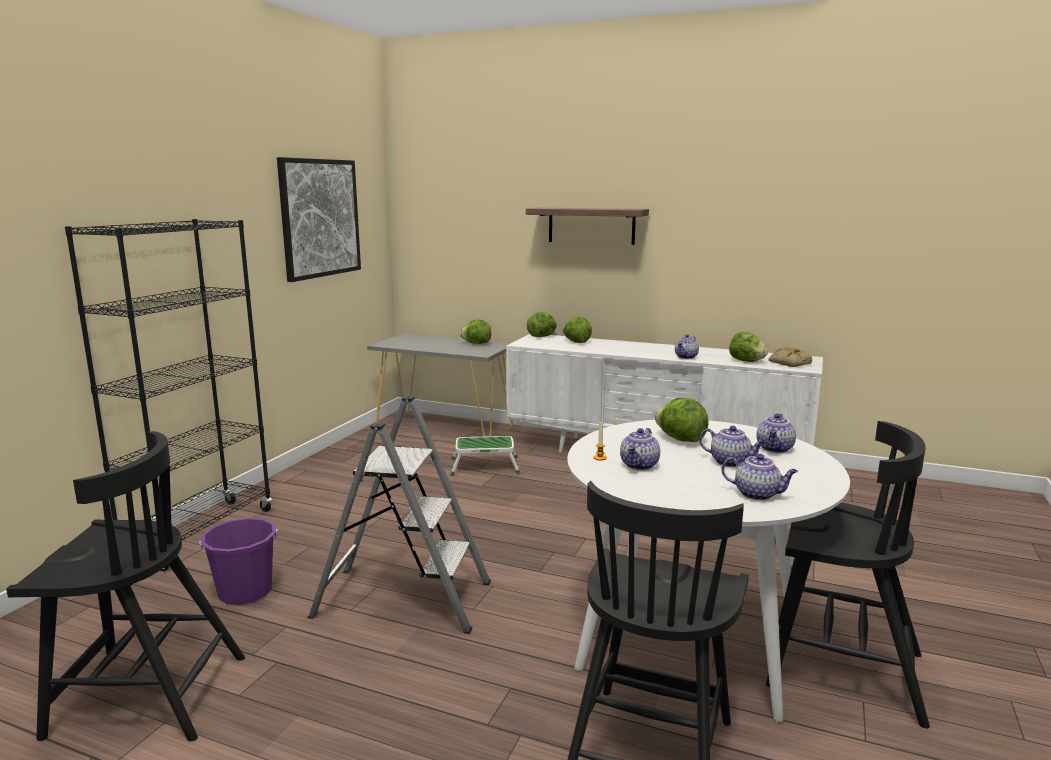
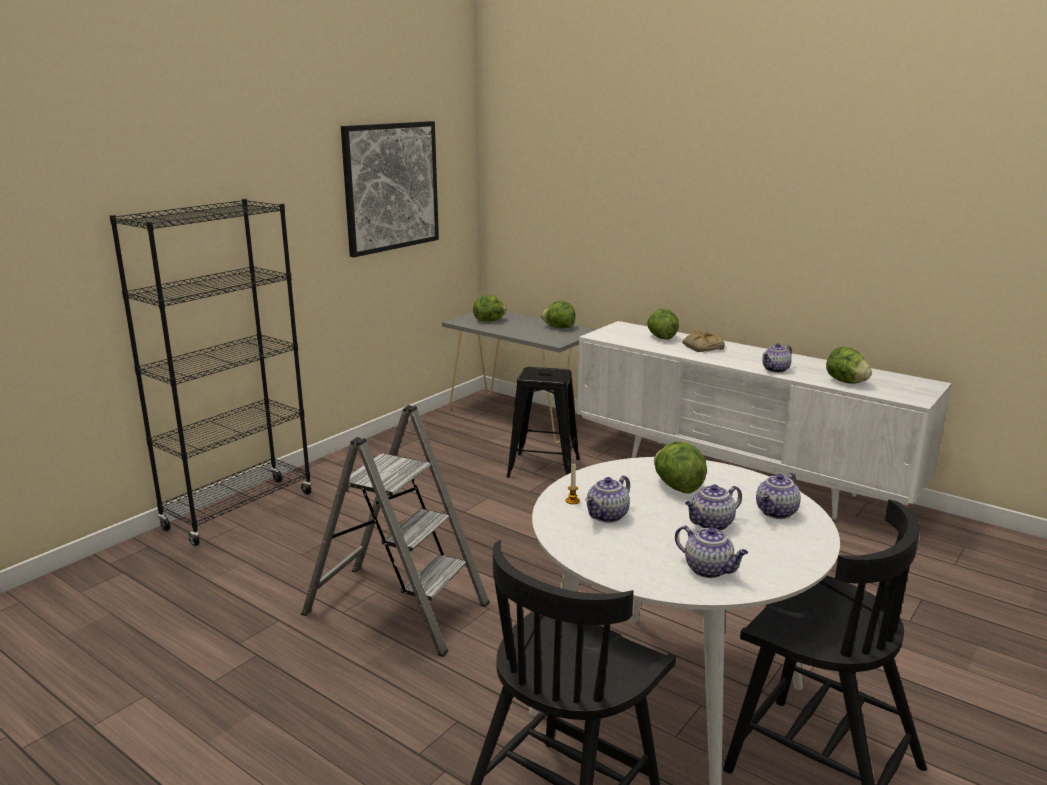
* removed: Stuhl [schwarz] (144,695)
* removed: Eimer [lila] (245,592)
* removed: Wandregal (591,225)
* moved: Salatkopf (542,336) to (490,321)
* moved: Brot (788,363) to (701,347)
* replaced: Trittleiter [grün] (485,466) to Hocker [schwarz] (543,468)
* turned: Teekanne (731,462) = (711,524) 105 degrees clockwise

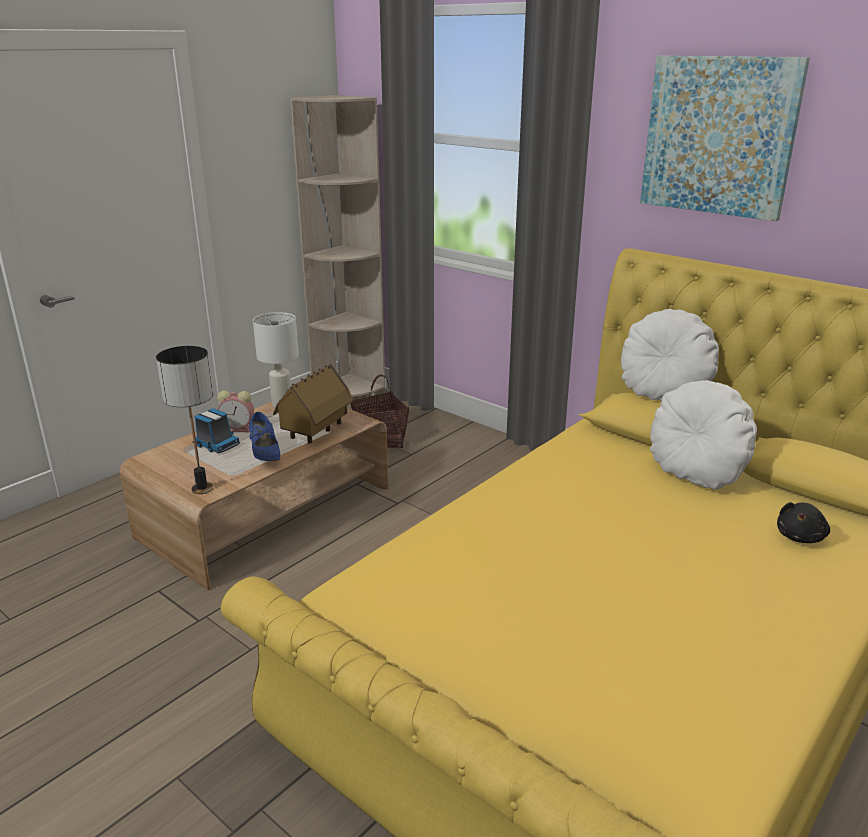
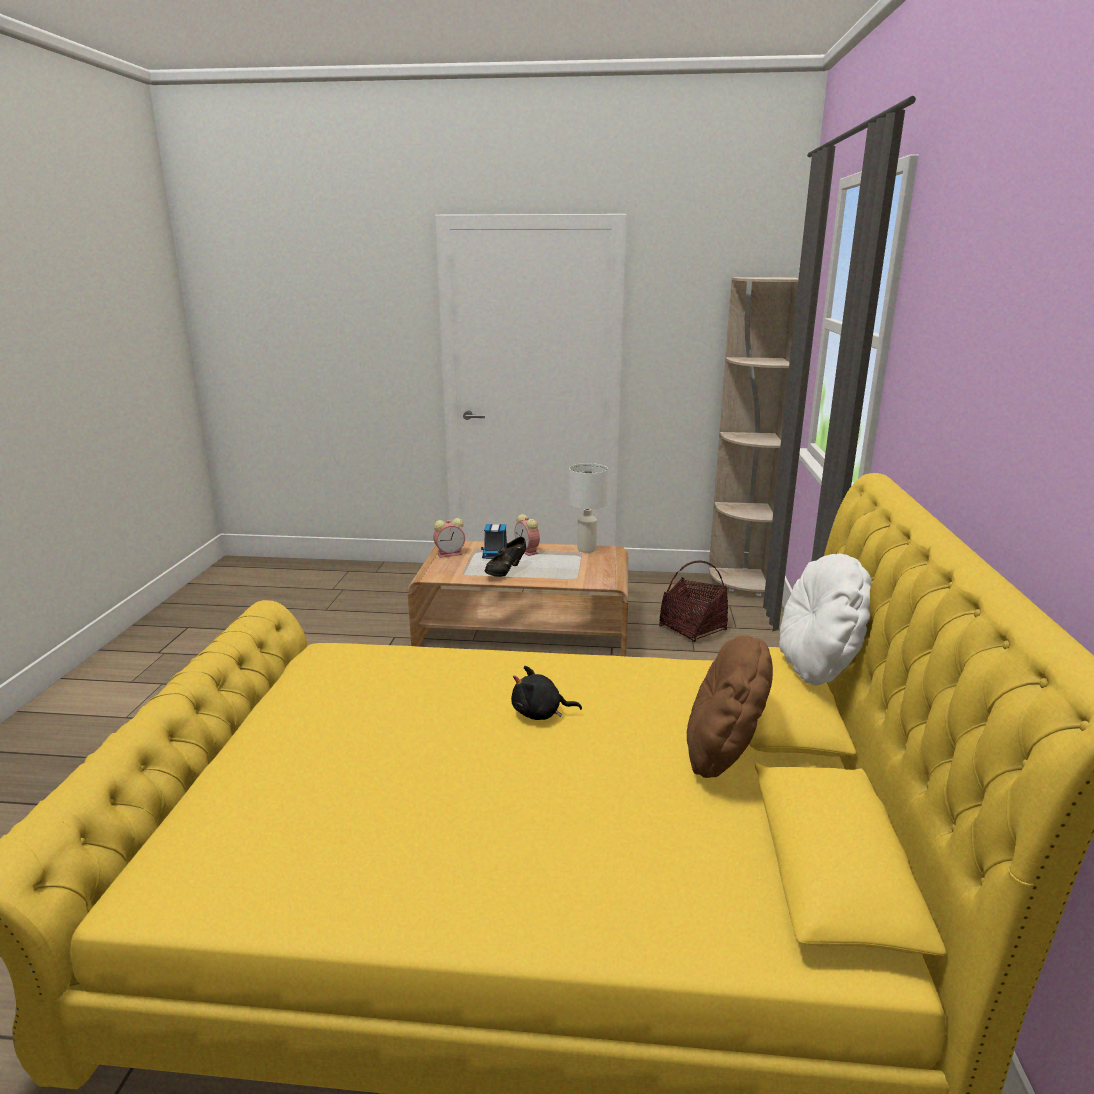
* removed: Tischlampe (201,489)
* removed: Spielzeughaus (315,432)
* removed: Bild (719,136)
* added: Wecker (450,554)
* moved: Plüschtier [schwarz] (800,537) to (540,713)
* recoloured: Schuh [blau] (265,454) to Schuh [schwarz] (505,572)
* recoloured: Kissen [weiß] (695,476) to Kissen [braun] (722,758)

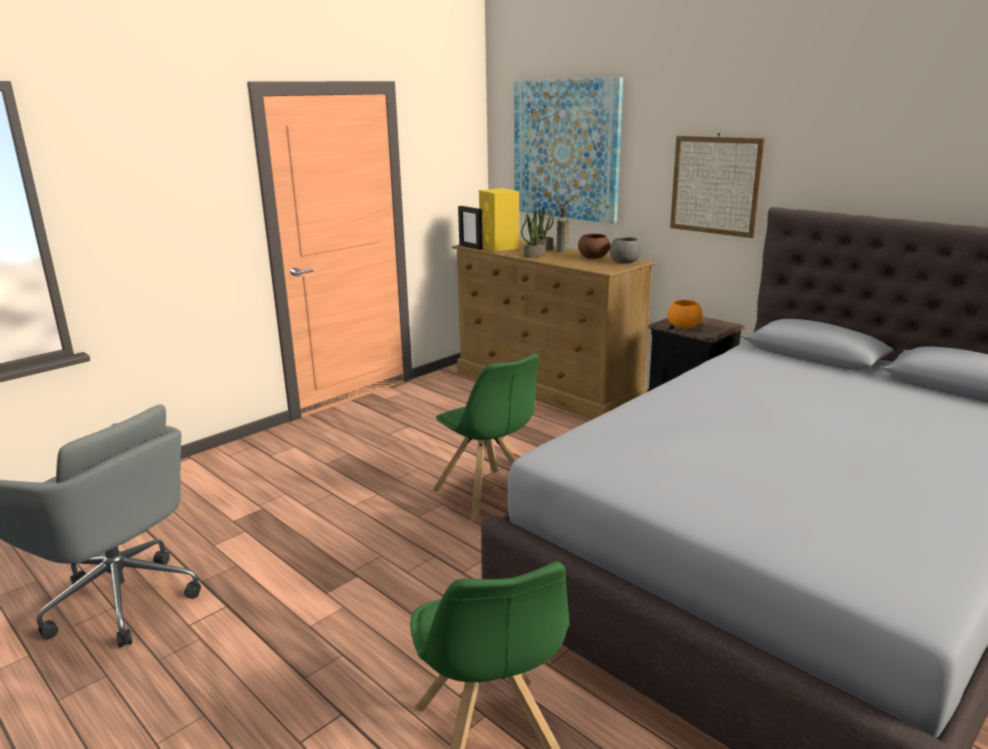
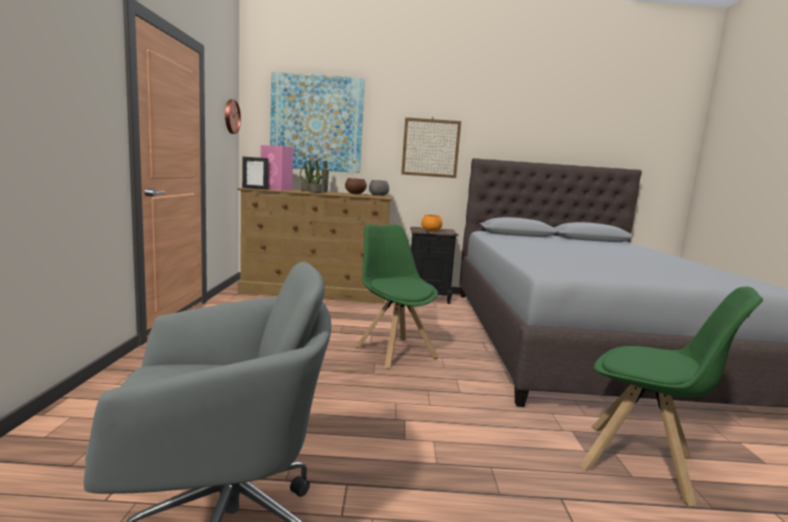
* added: Wanduhr (231,116)
* recoloured: Lautsprecher [gelb] (500,247) to Lautsprecher [rosa] (277,189)
* turned: Stuhl [grün] (488,496) = (393,350) 135 degrees counterclockwise

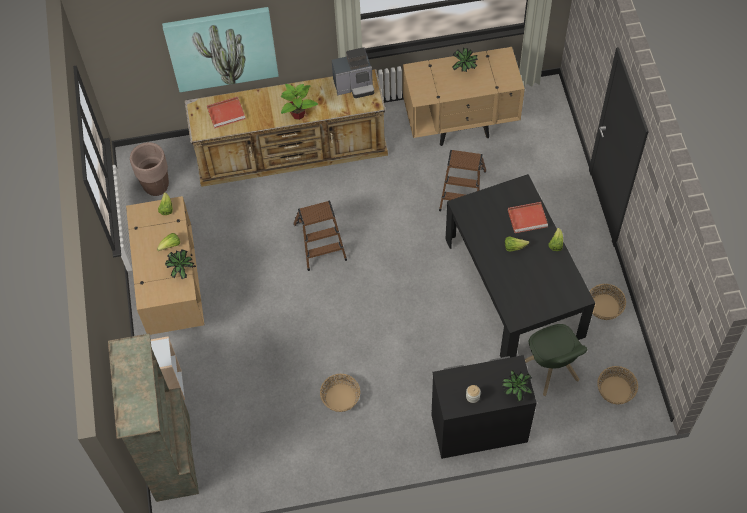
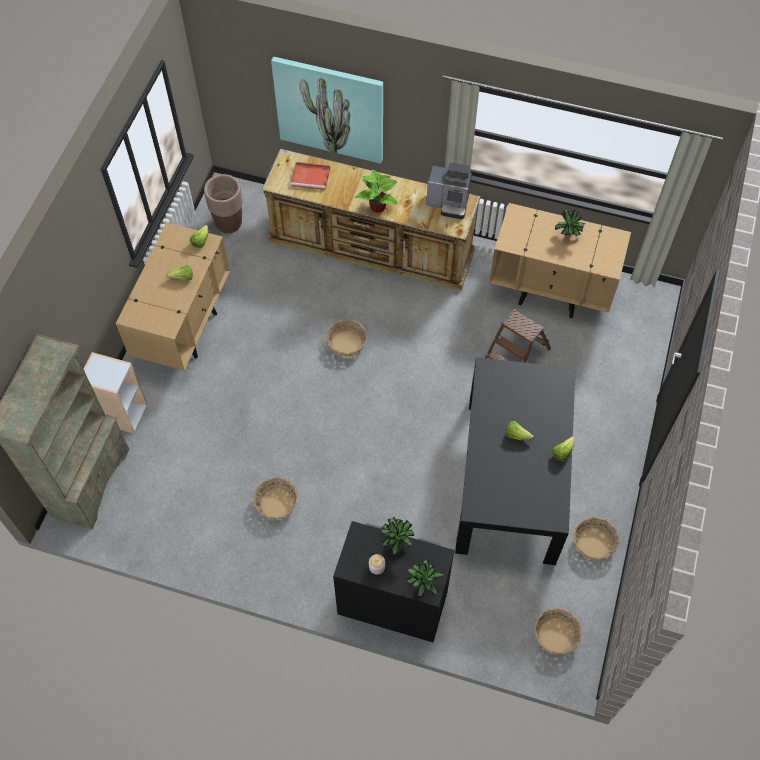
* removed: Tablett [rot] (528,218)
* removed: Stuhl [grün] (551,370)
* moved: Topfpflanze (181,271) to (396,541)
* replaced: Trittleiter [braun] (320,241) to Korb (347,343)

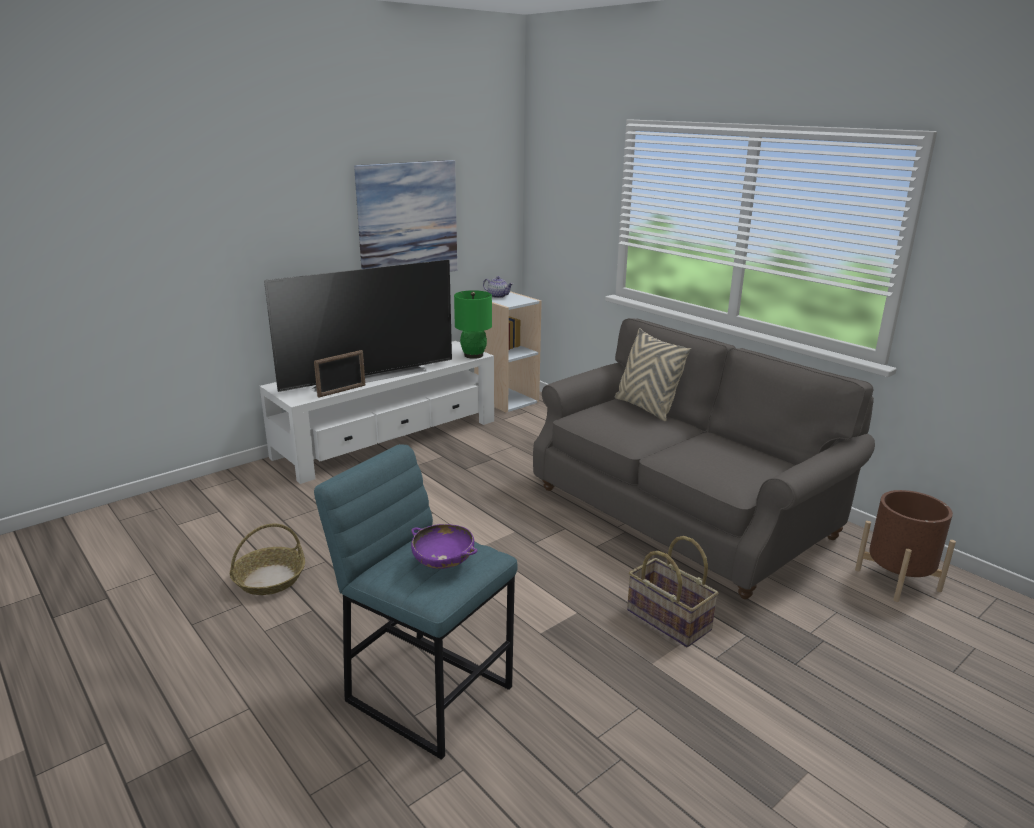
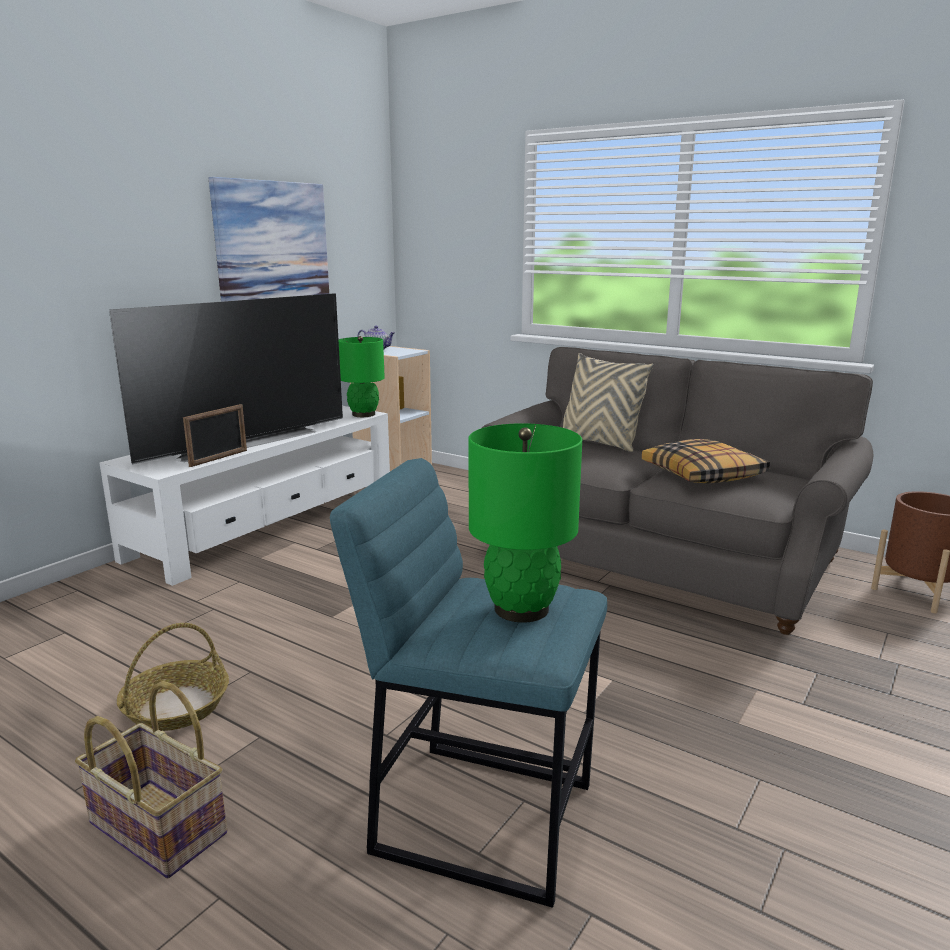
* added: Kissen (703,475)
* moved: Korb (667,620) to (155,829)
* replaced: Schüssel [lila] (443,562) to Tischlampe [grün] (522,609)

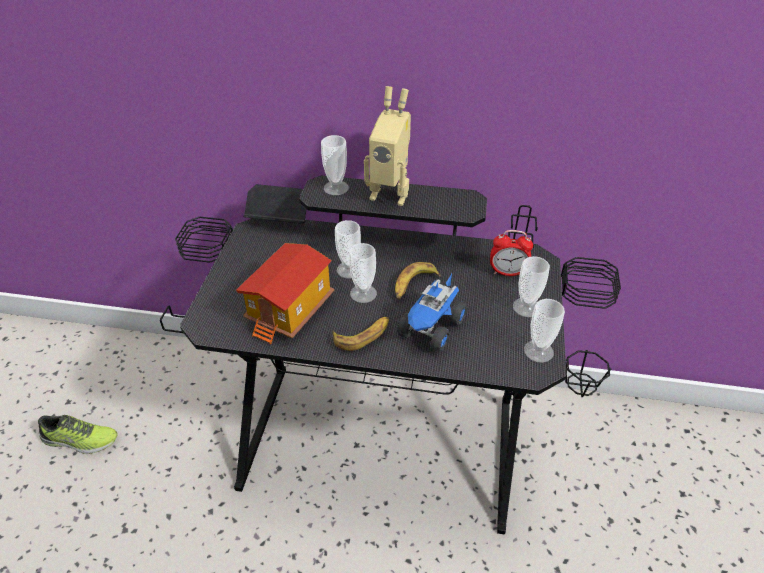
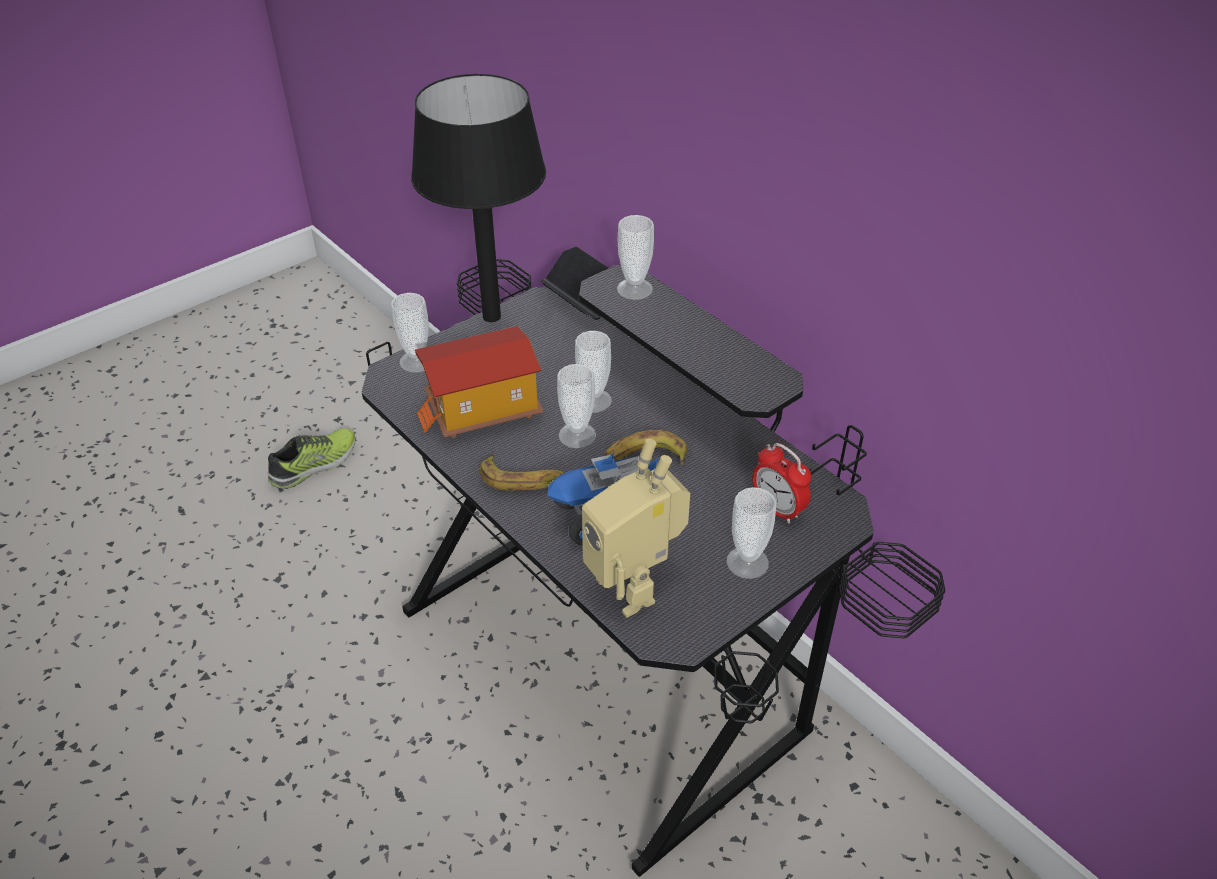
* added: Tischlampe [schwarz] (491,317)
* moved: Spielzeugroboter (390,193) to (634,586)
* moved: Tasse (538,351) to (417,361)
* turned: Schuh (80,440) = (315,465) 90 degrees counterclockwise

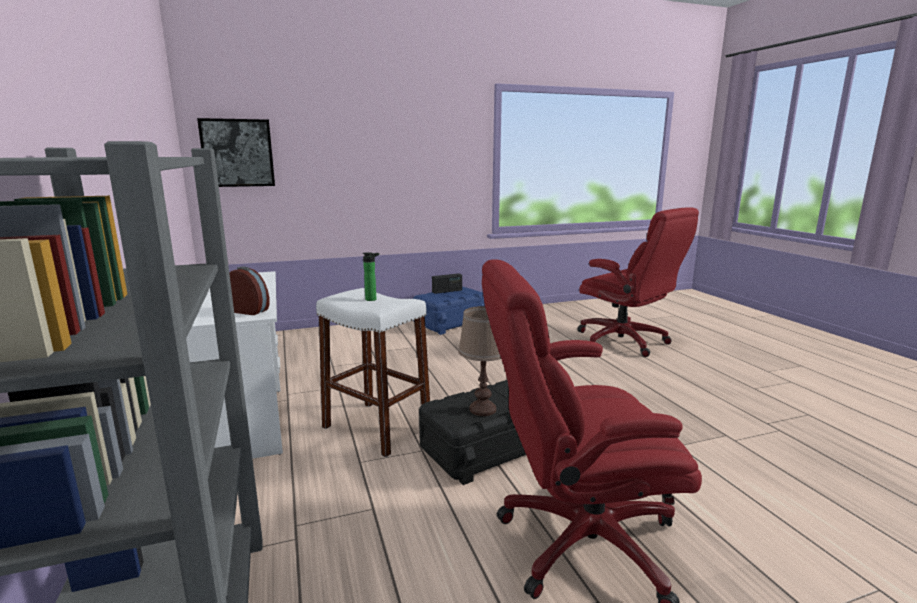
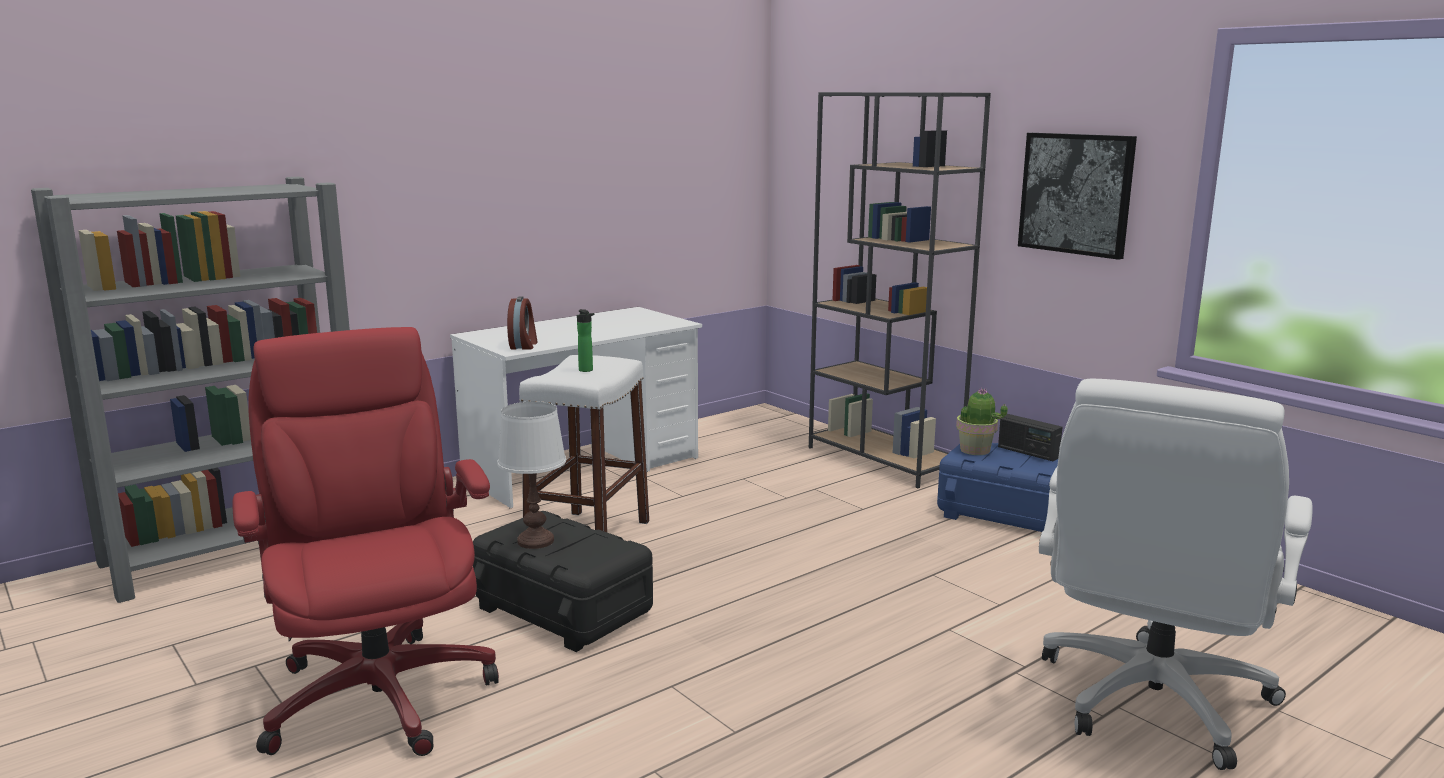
* added: Bücherregal (884,460)
* added: Topfpflanze (975,450)
* moved: Bild (237,153) to (1076,194)
* recoloured: Tischlampe [braun] (482,409) to Tischlampe [weiß] (536,541)
* recoloured: Bürostuhl [rot] (626,343) to Bürostuhl [weiß] (1148,706)

